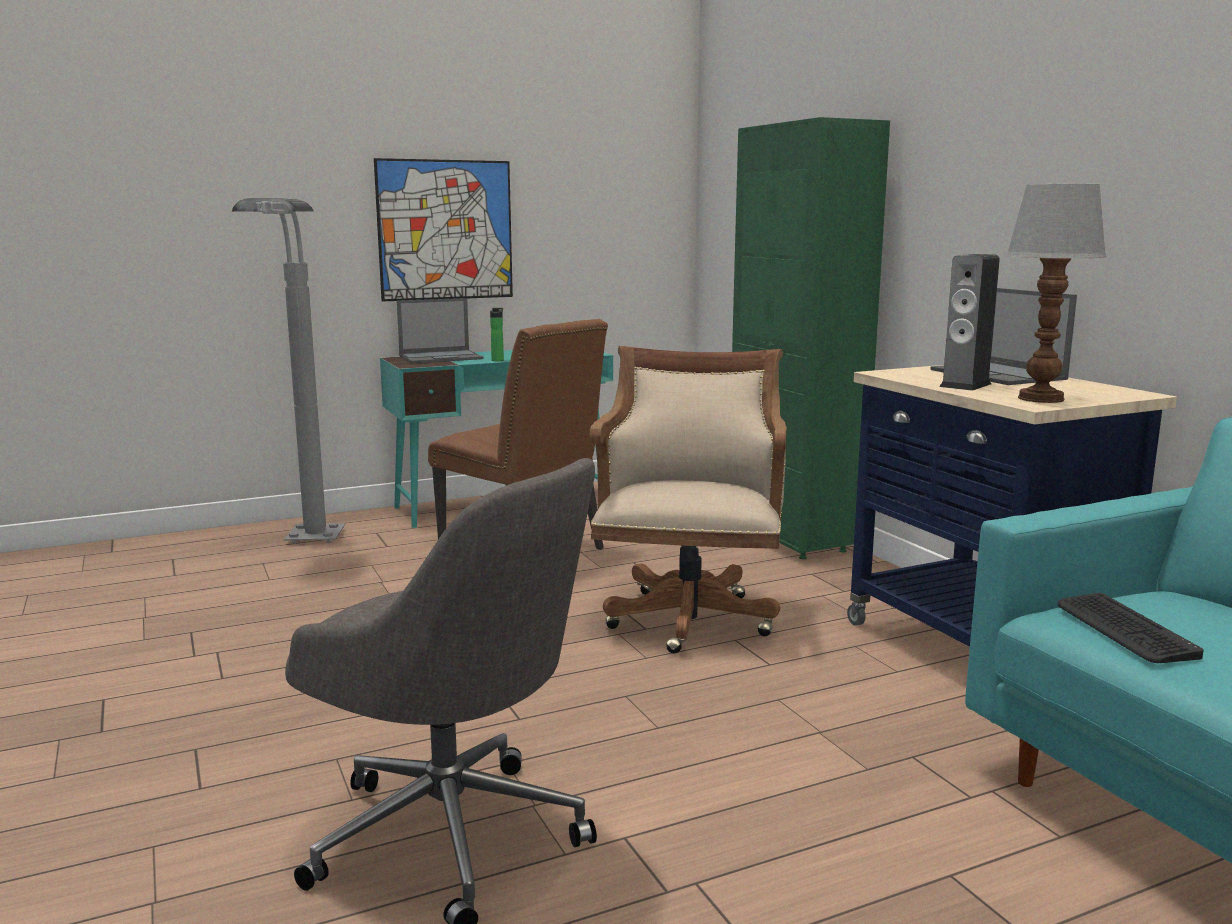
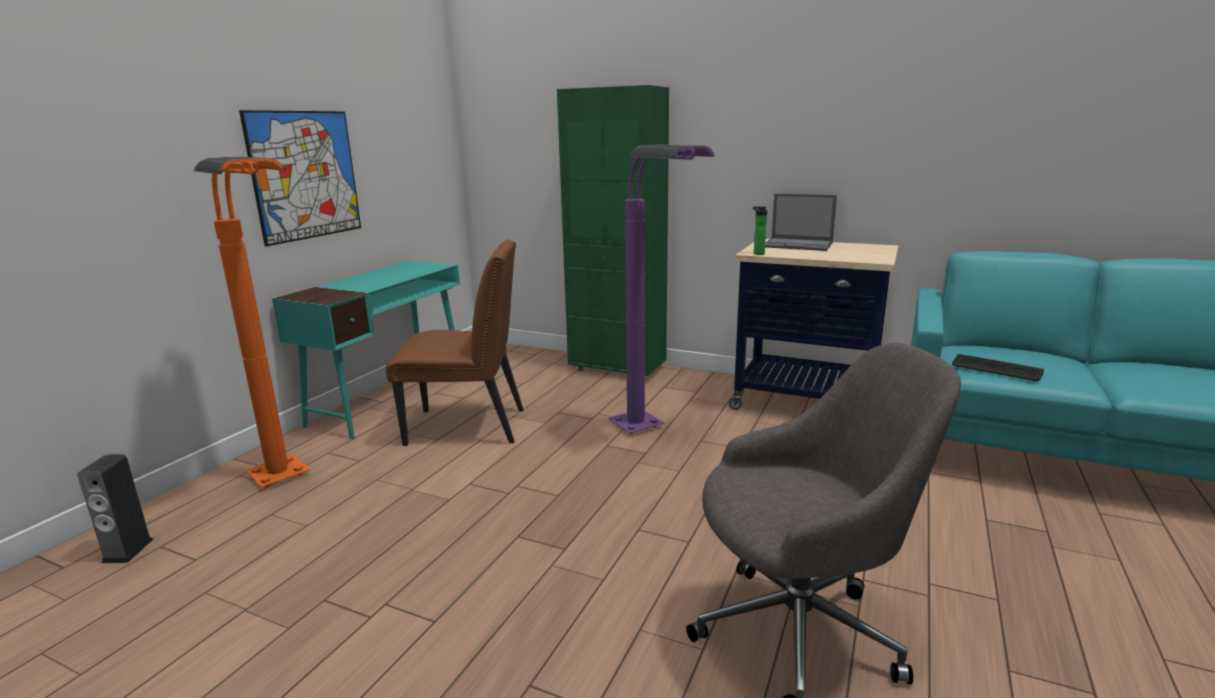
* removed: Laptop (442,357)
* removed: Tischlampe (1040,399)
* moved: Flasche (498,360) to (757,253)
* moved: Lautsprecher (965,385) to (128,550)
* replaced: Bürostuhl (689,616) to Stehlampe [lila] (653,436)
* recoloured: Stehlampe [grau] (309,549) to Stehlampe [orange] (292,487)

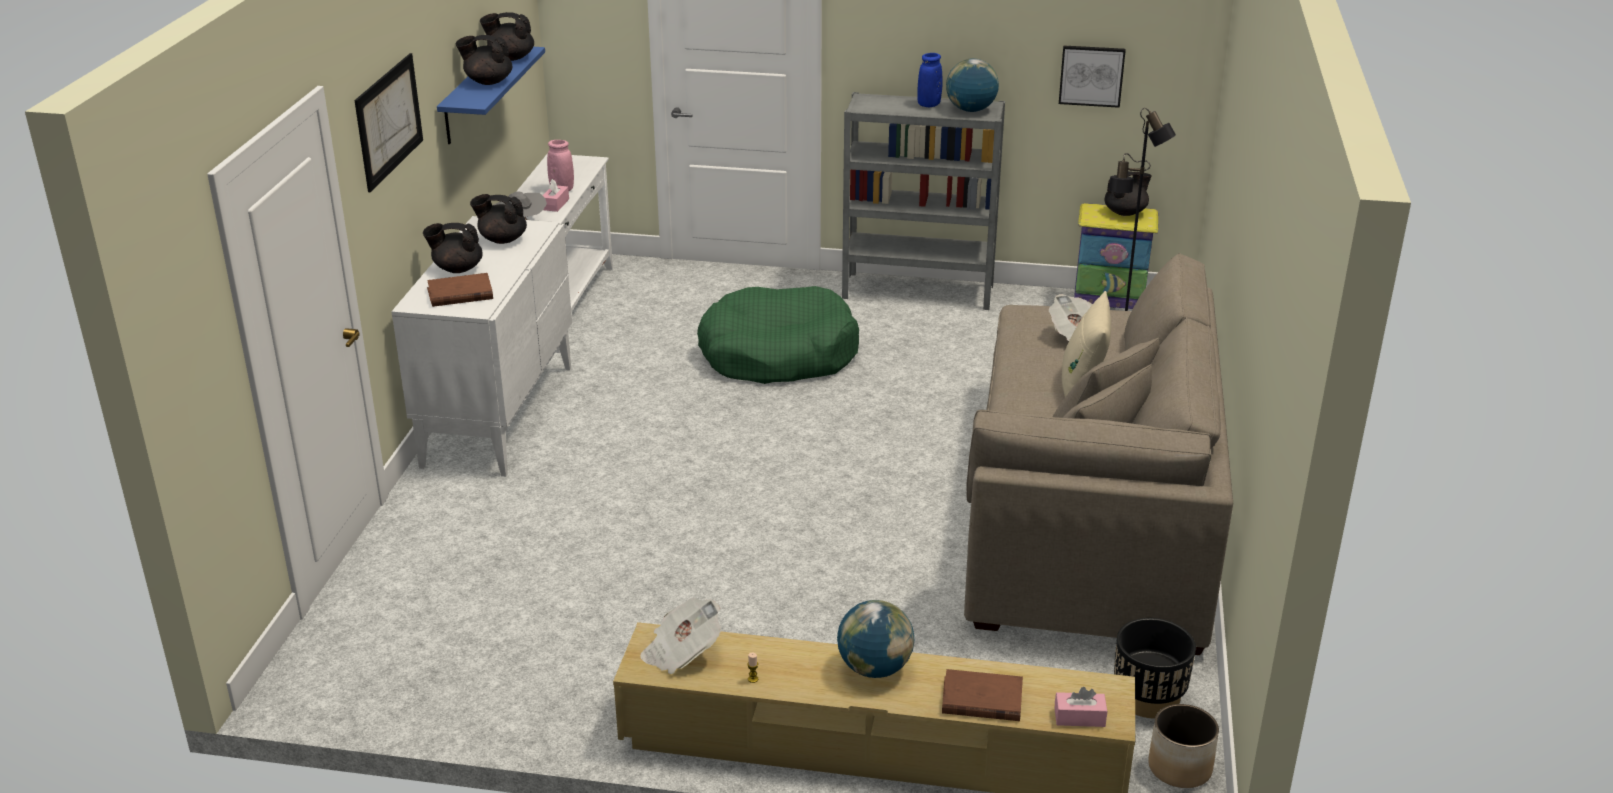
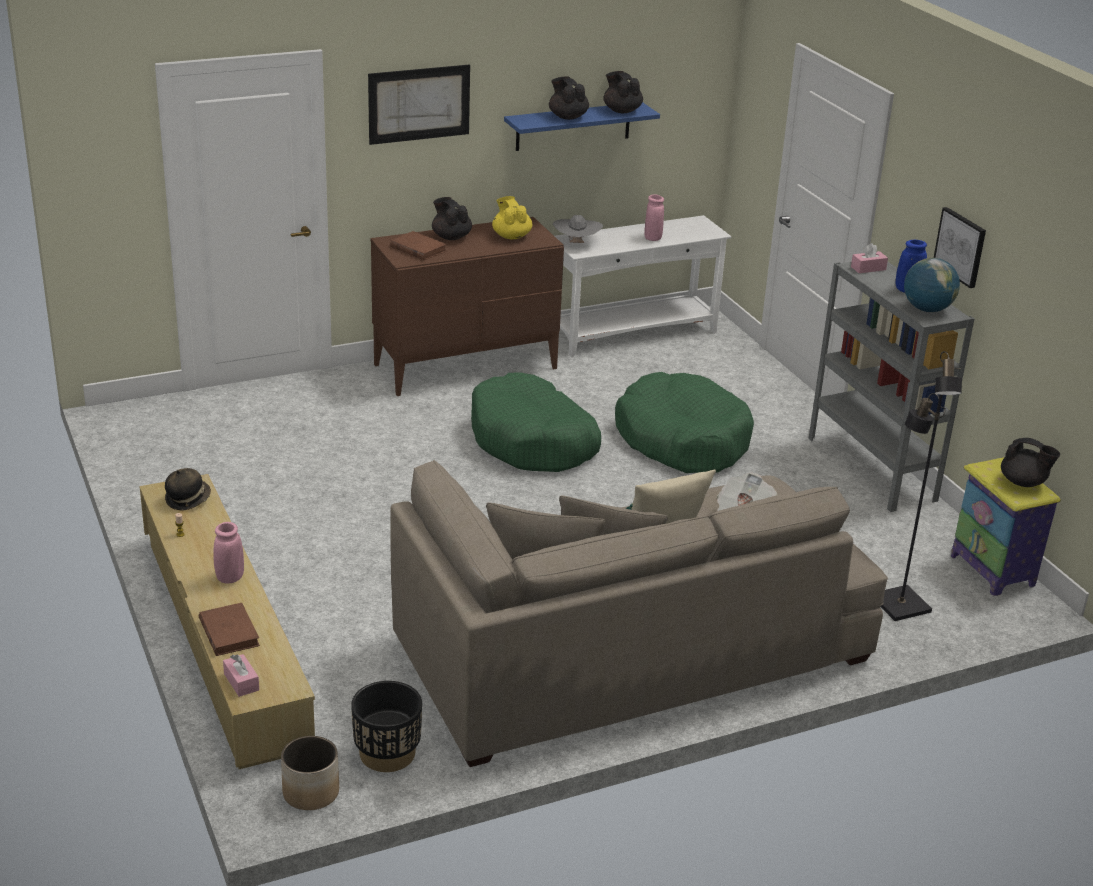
* added: Hundebett [grün] (533,441)
* moved: Taschentuchbox [rosa] (555,204) to (868,268)
* moved: Bild (1091,75) to (960,247)
* replaced: Zeitung (681,652) to Hut (188,499)
* replaced: Globus (875,668) to Vase [rosa] (230,578)
* recoloured: Schrank [weiß] (499,415) to Schrank [braun] (466,366)
* recoloured: Teekanne [schwarz] (502,239) to Teekanne [gelb] (511,236)

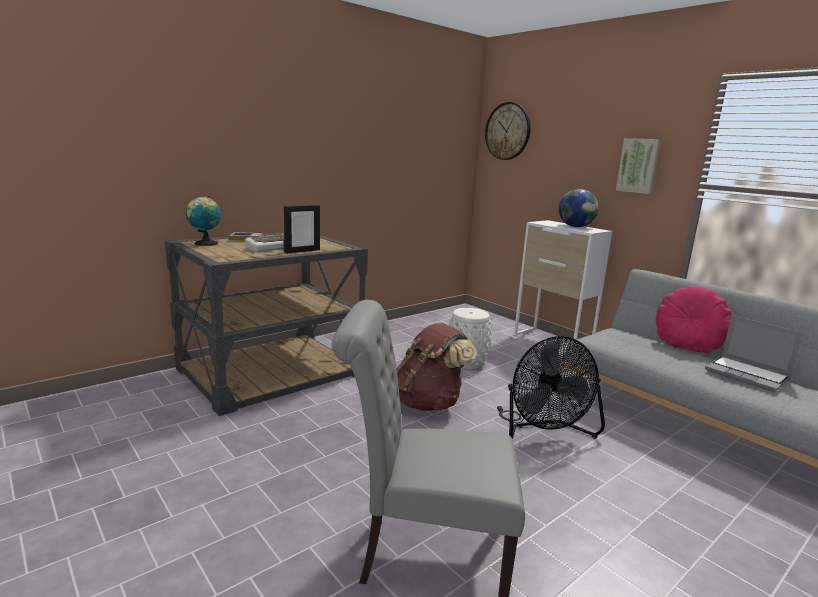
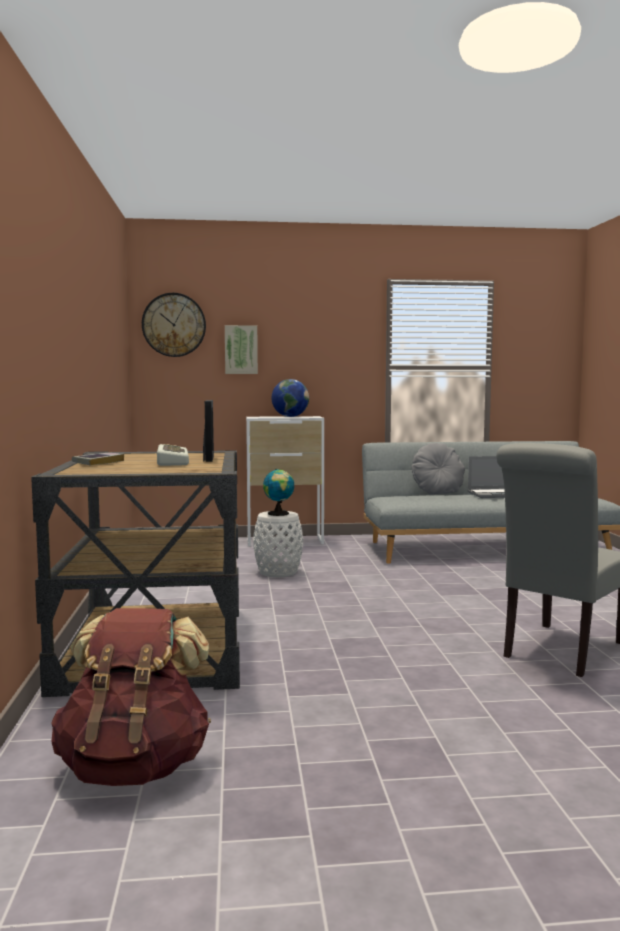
* removed: Ventilator [schwarz] (540,432)
* moved: Globus (205,244) to (279,514)
* moved: Rucksack [braun] (428,403) to (135,766)
* moved: Bild (638,165) to (241,350)
* recoloured: Kissen [rosa] (686,347) to Kissen [grau] (437,493)

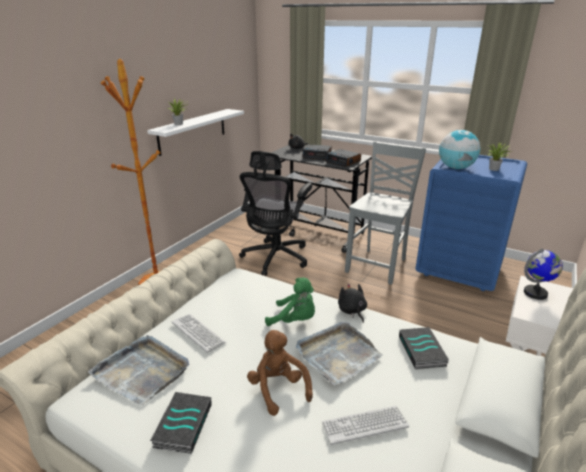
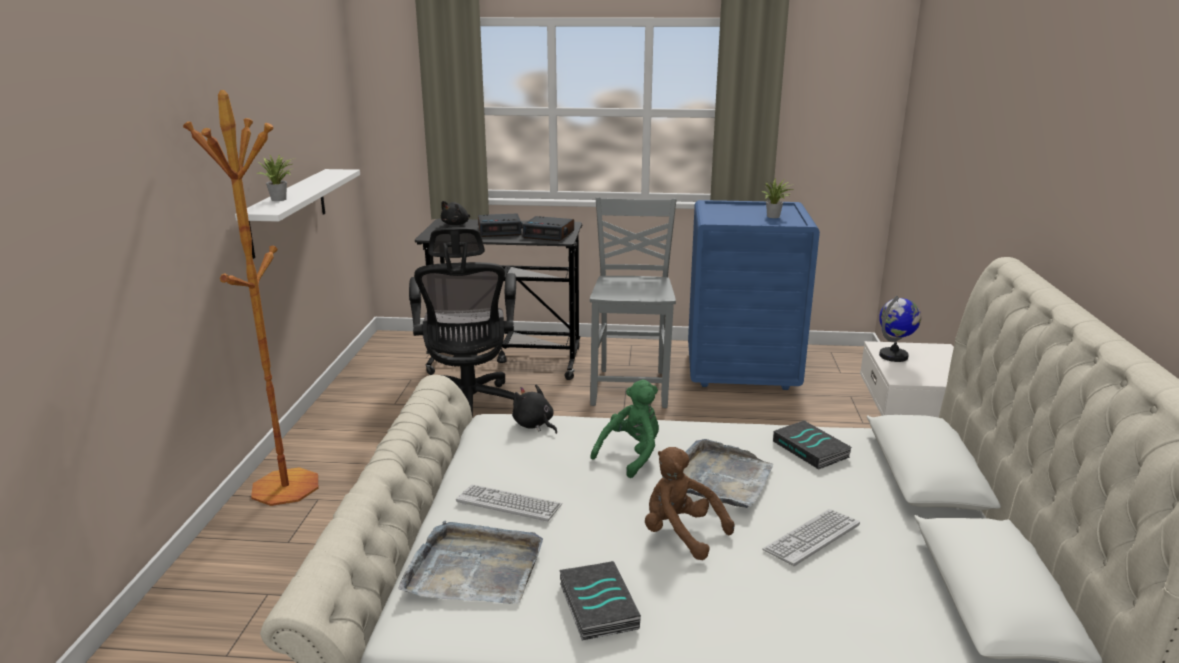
* removed: Globus (455,168)
* moved: Plüschtier [schwarz] (352,311) to (534,425)
* turned: Plüschtier [grün] (294,320) = (631,455) 45 degrees counterclockwise

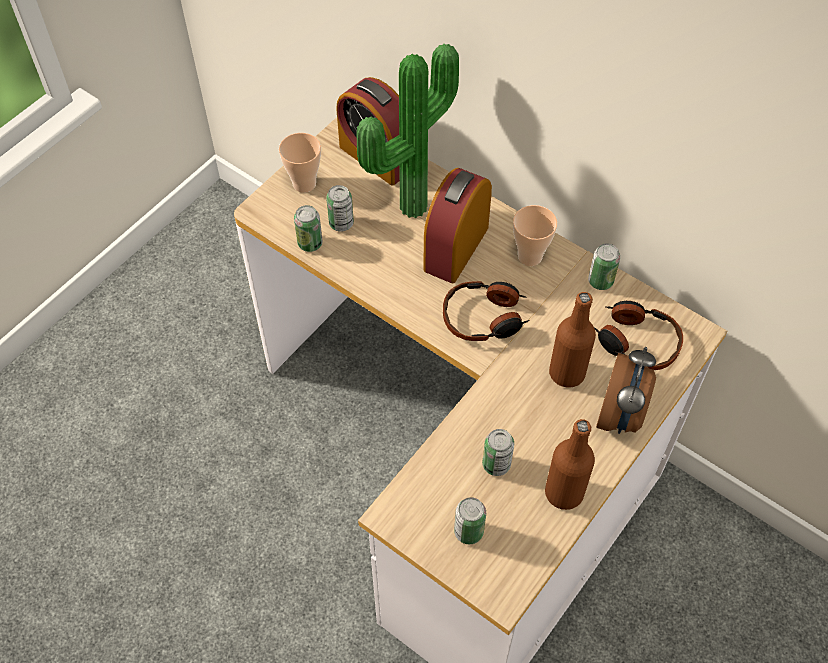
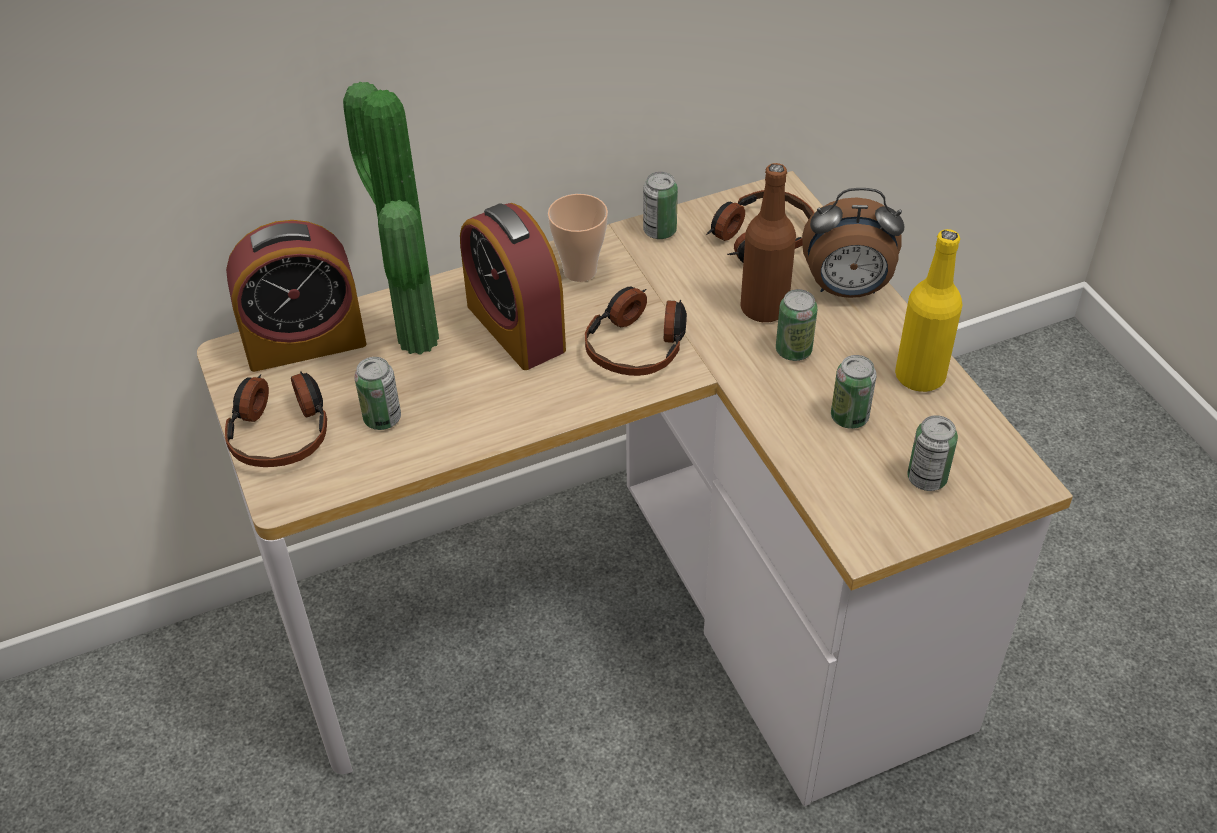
* moved: Dose (310,243) to (793,351)
* replaced: Tasse (304,184) to Kopfhörer (281,430)
* recoloured: Flasche [braun] (564,493) to Flasche [gelb] (920,376)
* turned: Wecker (621,415) = (847,290) 135 degrees clockwise

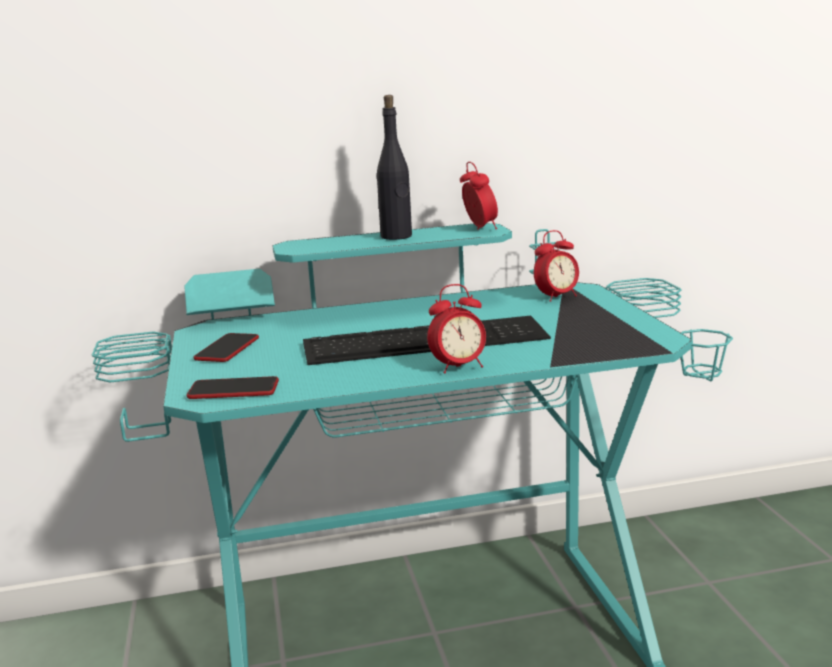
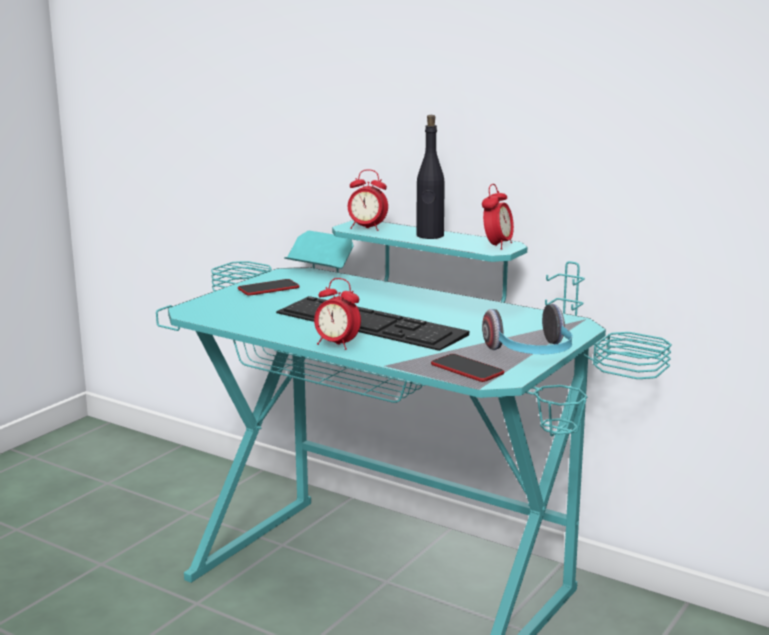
* added: Kopfhörer (531,354)
* moved: Handy (233,390) to (467,369)
* moved: Wecker (556,297) to (367,228)

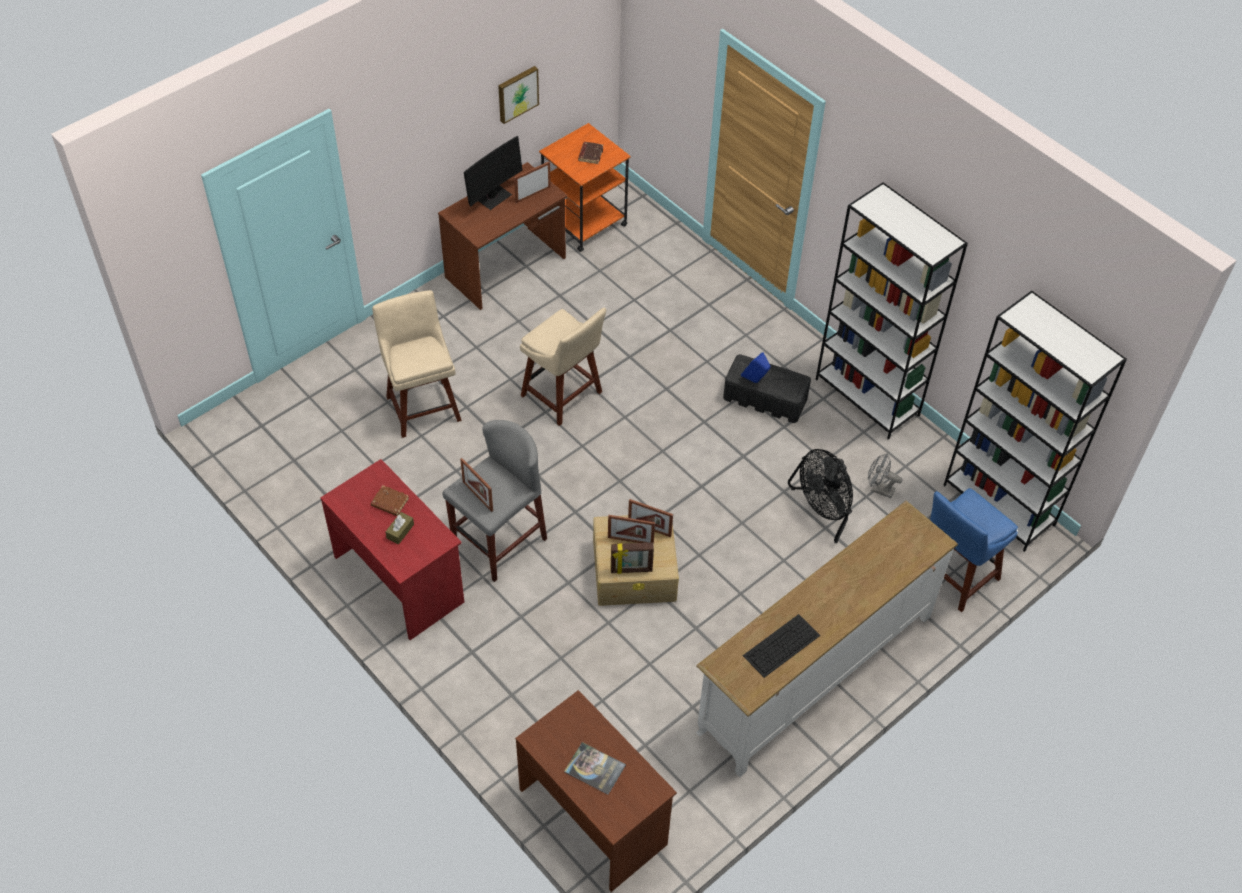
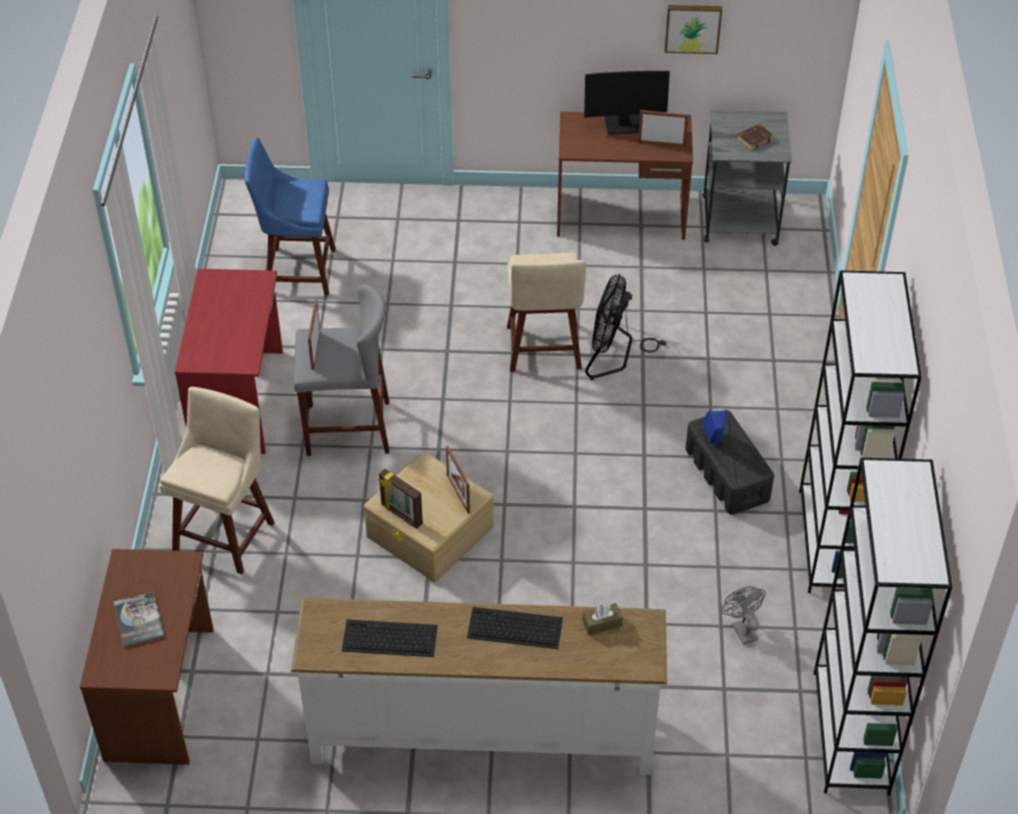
* removed: Buch [braun] (389,503)
* removed: Bilderrahmen (630,540)
* added: Tastatur (514,628)
* moved: Stuhl [beige] (422,405) to (226,532)
* moved: Taschentuchbox [braun] (400,531) to (602,623)
* moved: Ventilator [schwarz] (824,506) to (616,350)
* moved: Stuhl [blau] (952,576) to (296,270)
* recoloured: Rollwagen [orange] (585,221) to Rollwagen [grau] (741,220)

